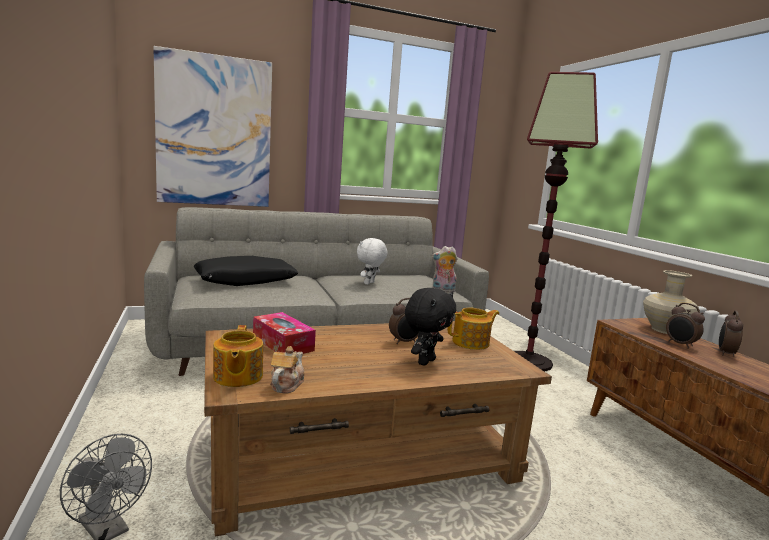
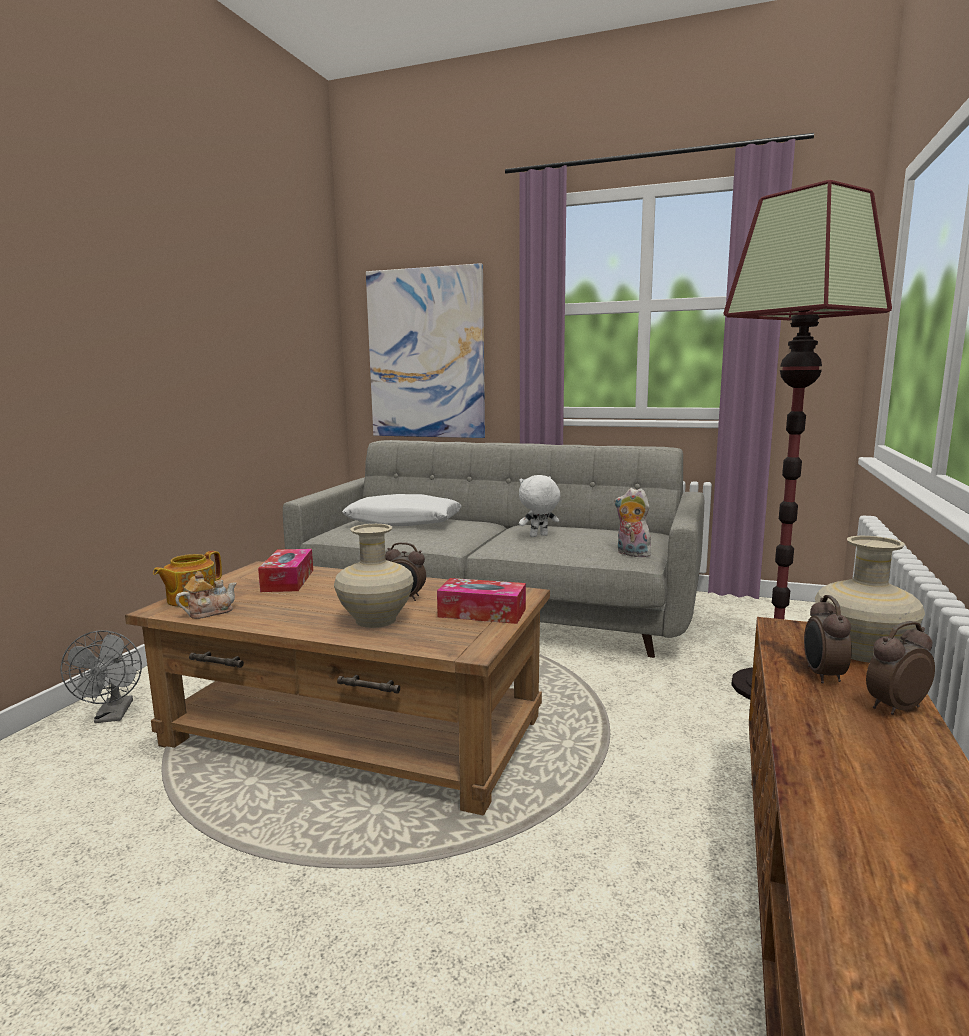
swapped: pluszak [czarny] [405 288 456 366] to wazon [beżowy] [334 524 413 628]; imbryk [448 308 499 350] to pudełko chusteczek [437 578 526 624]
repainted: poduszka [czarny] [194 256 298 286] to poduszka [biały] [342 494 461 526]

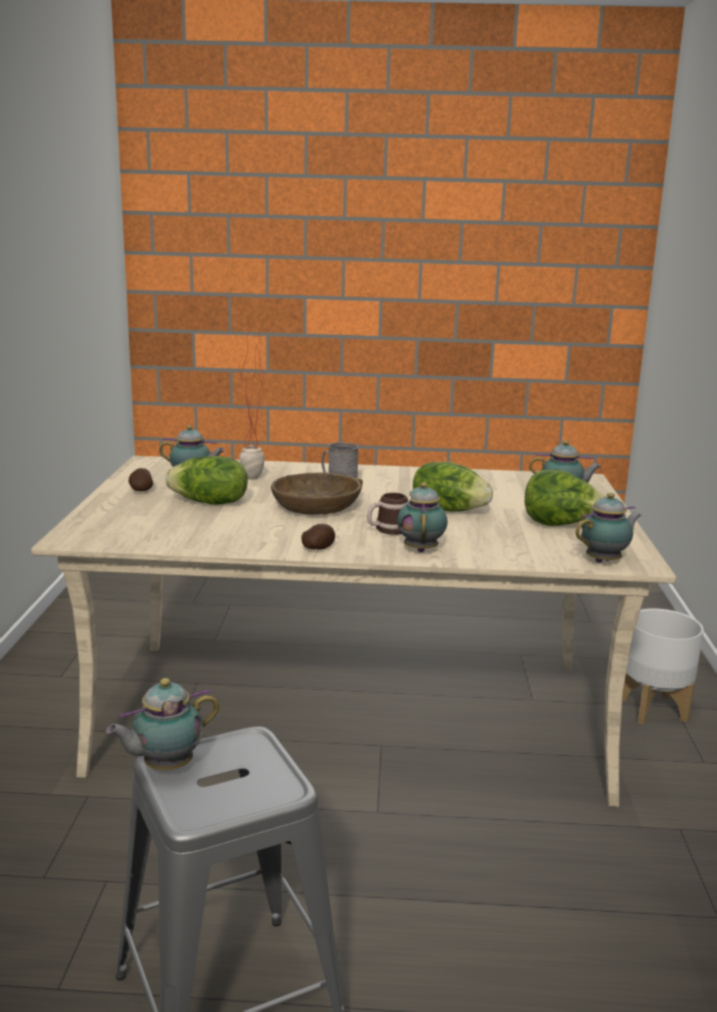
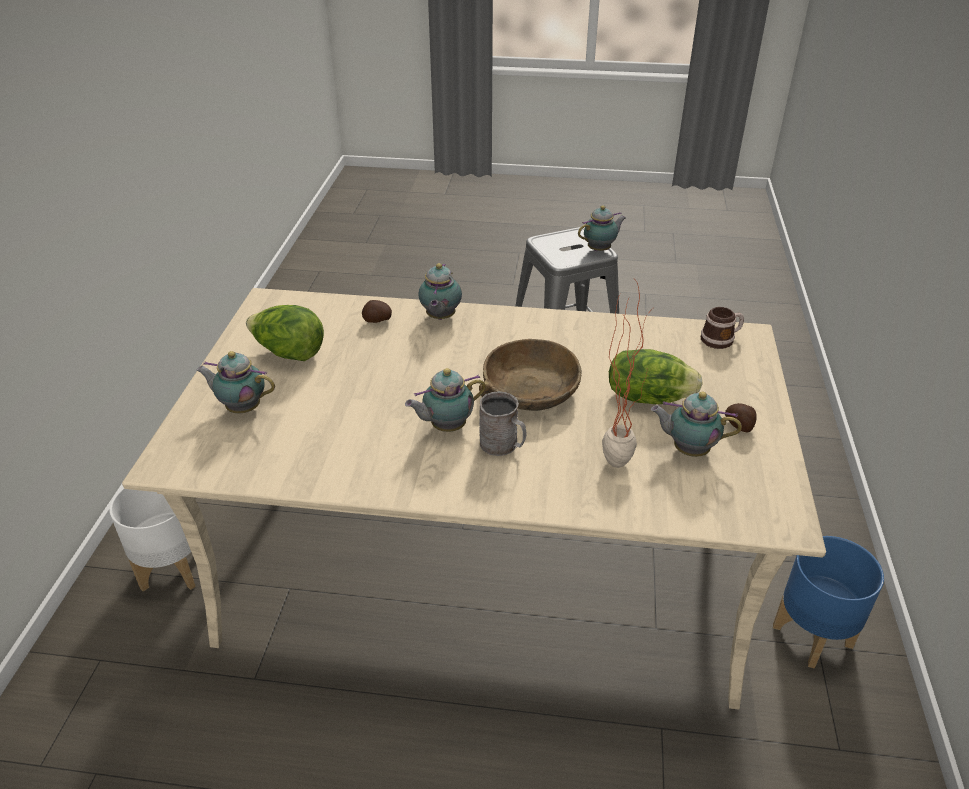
gone: sałata [413 462 493 512]
new: donica [niebieski] [773 536 884 669]
shifted: ziemniak [301 524 335 550] to [362 300 392 323]; kubek [367 493 408 535] to [701 307 744 349]; imbryk [575 493 641 563] to [405 368 486 432]

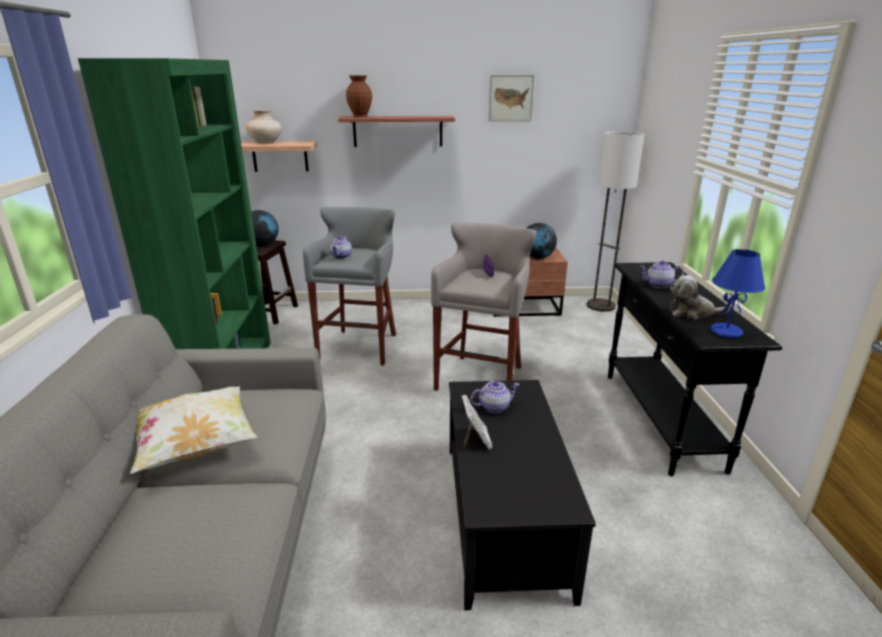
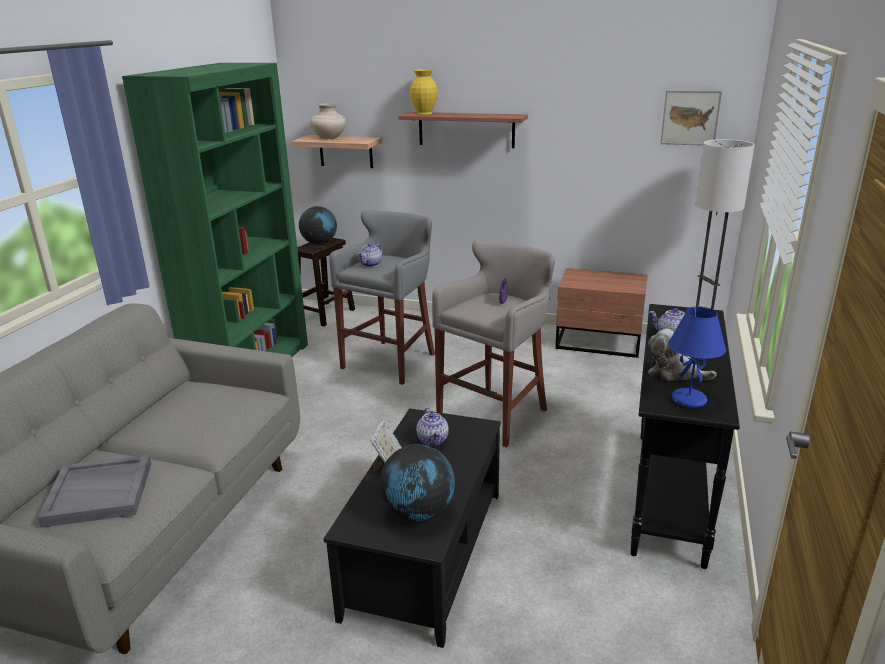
gone: poduszka [130 386 258 474]
new: taca [szary] [37 455 151 528]
shifted: obraz [489 75 534 122] to [660 90 722 146]; globus [527 223 557 259] to [380 444 455 521]
repainted: wazon [brązowy] [346 75 372 117] to wazon [żółty] [410 69 438 115]
rotated: imbryk [471 381 519 413] = [416 408 449 446] 75 degrees clockwise

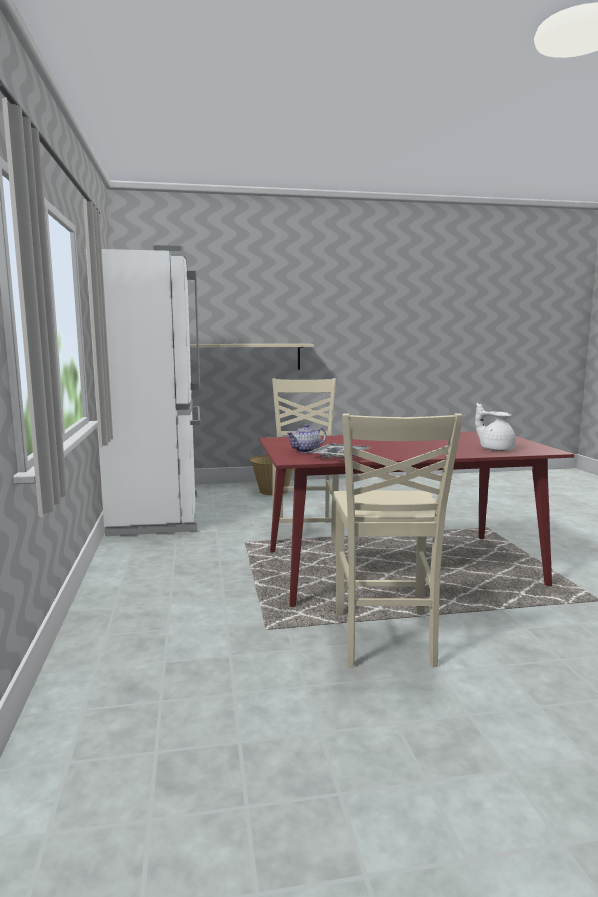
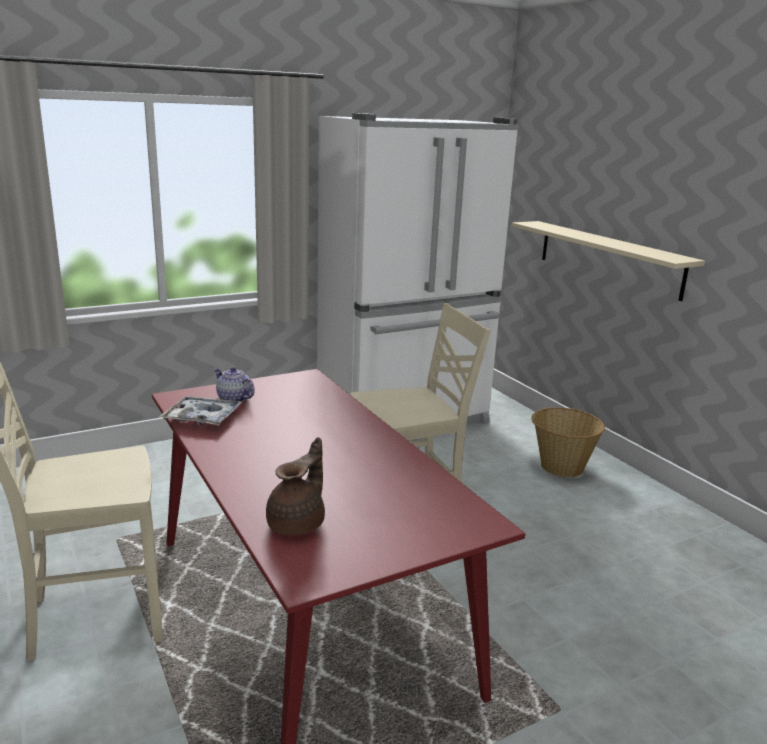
repainted: imbryk [biały] [475 403 516 451] to imbryk [brązowy] [266 437 325 535]

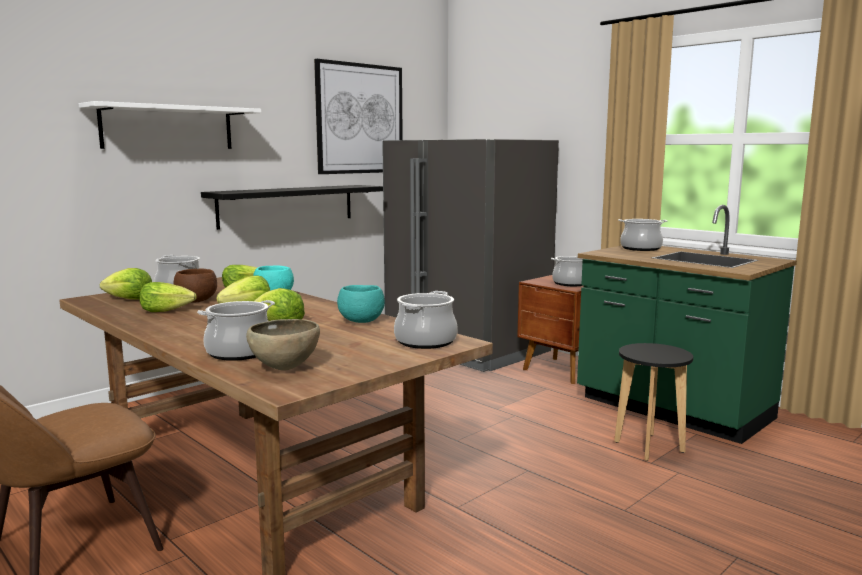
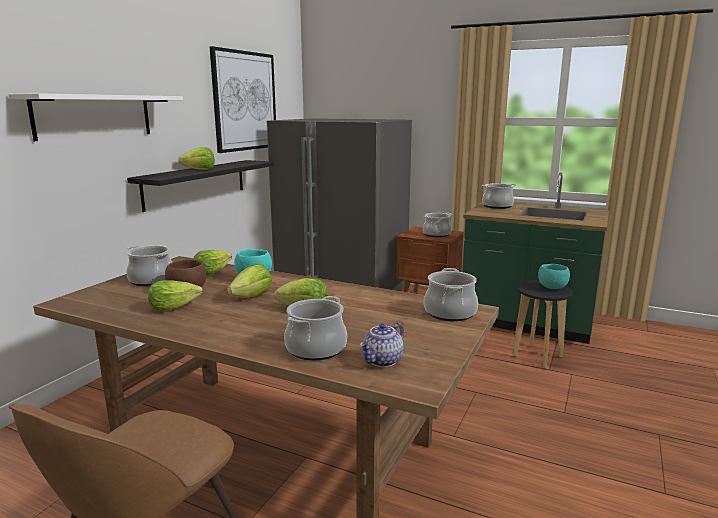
shifted: sałata [100 268 152 300] to [178 147 215 170]; miska [turkusowy] [337 285 385 323] to [538 264 570 289]
swapped: miska [brązowy] [246 319 320 371] to imbryk [360 323 404 367]

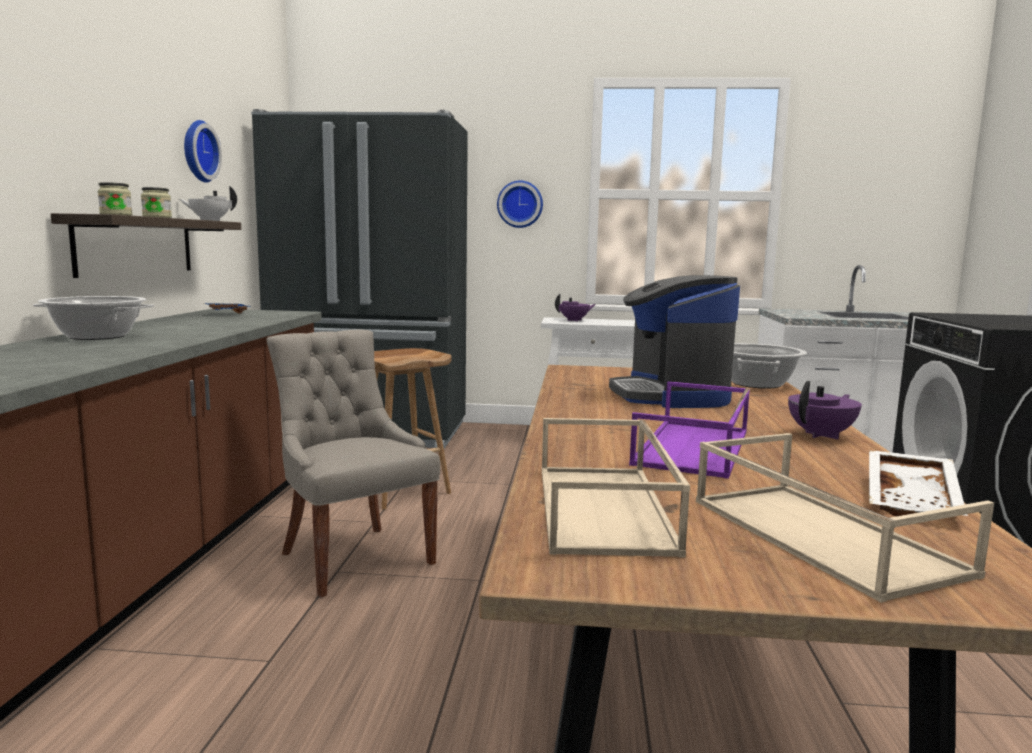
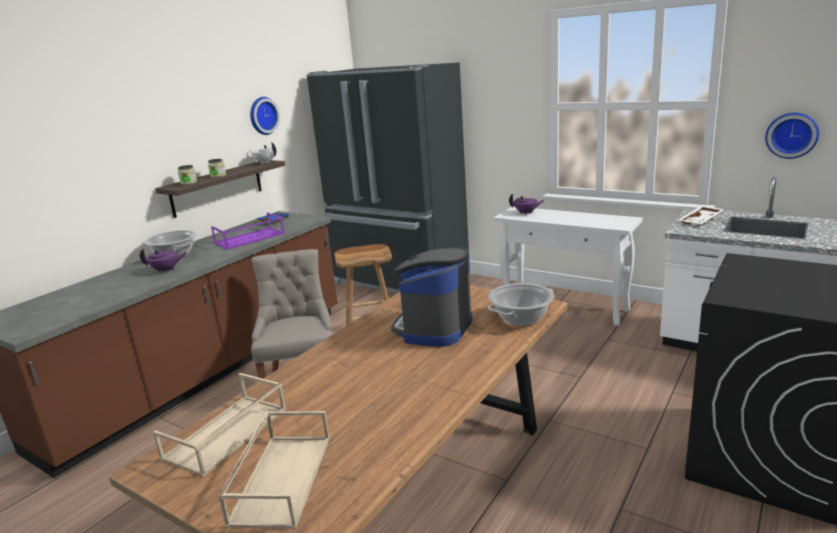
shifted: zegar ścienny [497 181 543 228] to [765 112 819 159]; taca [fioletowy] [629 381 750 479] to [211 213 285 250]; imbryk [fioletowy] [788 381 862 440] to [140 248 187 273]; taca [biały] [869 450 968 516] to [678 206 725 225]

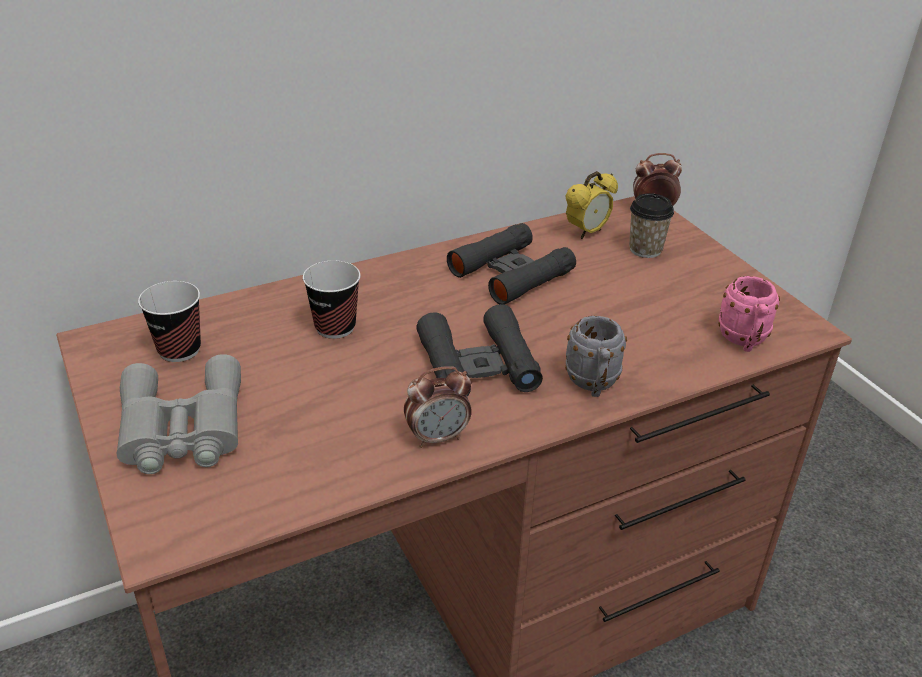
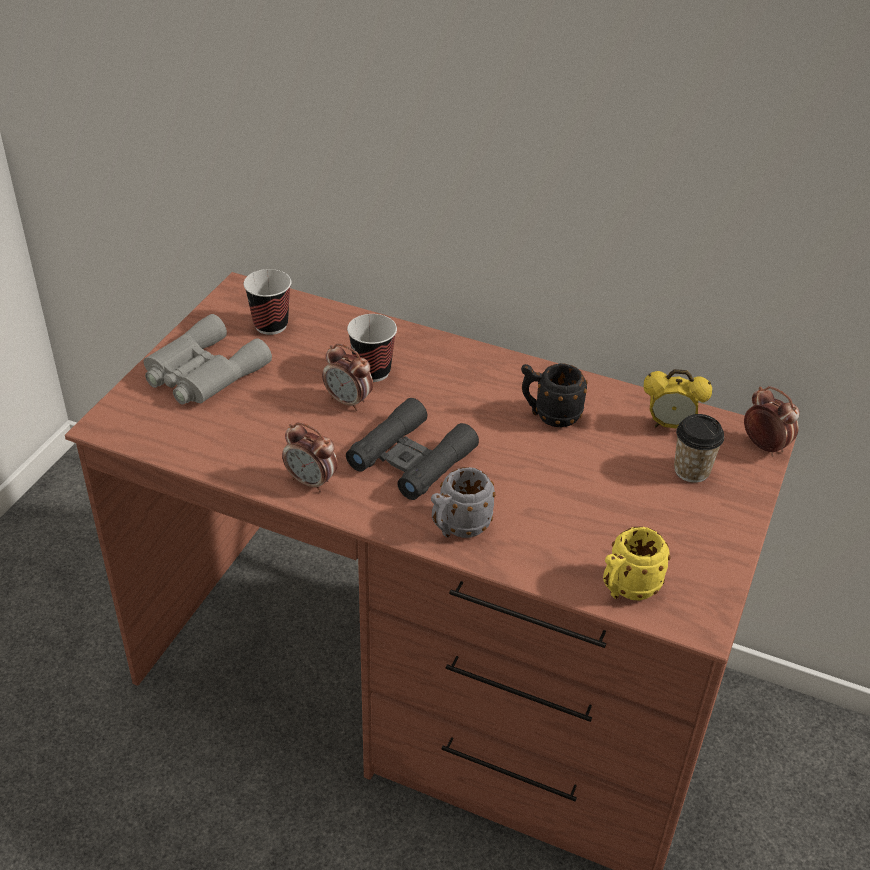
new: budzik [322 343 373 411]
swapped: lornetka [czarny] [447 223 576 305] to kubek [czarny] [521 363 588 427]
repainted: kubek [różowy] [719 276 780 352] to kubek [żółty] [603 527 671 600]

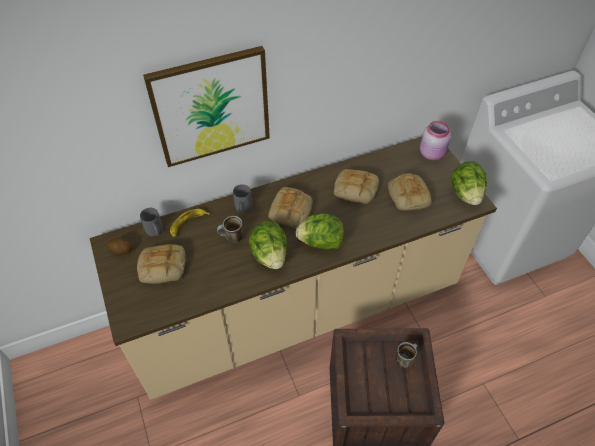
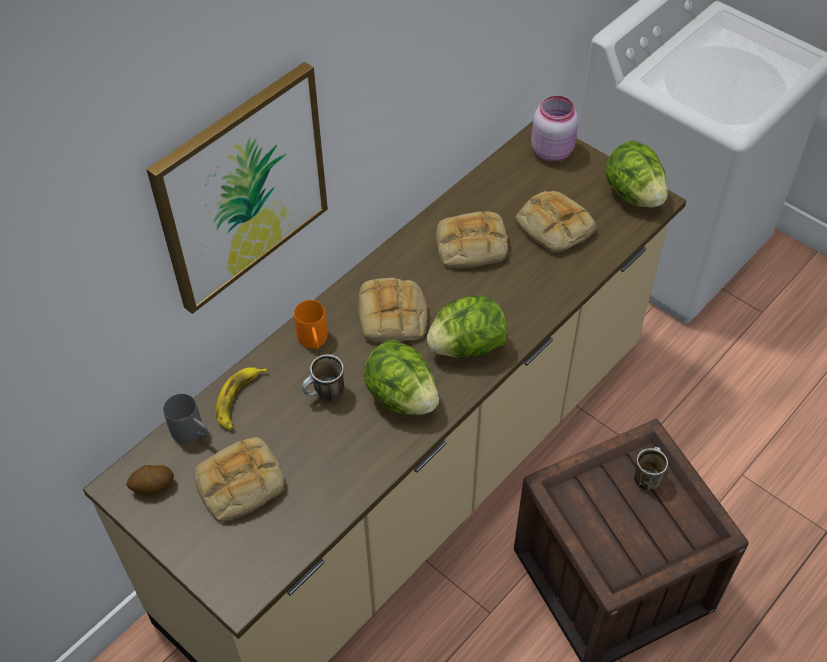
repainted: kubek [szary] [233 184 252 213] to kubek [pomarańczowy] [294 300 328 349]

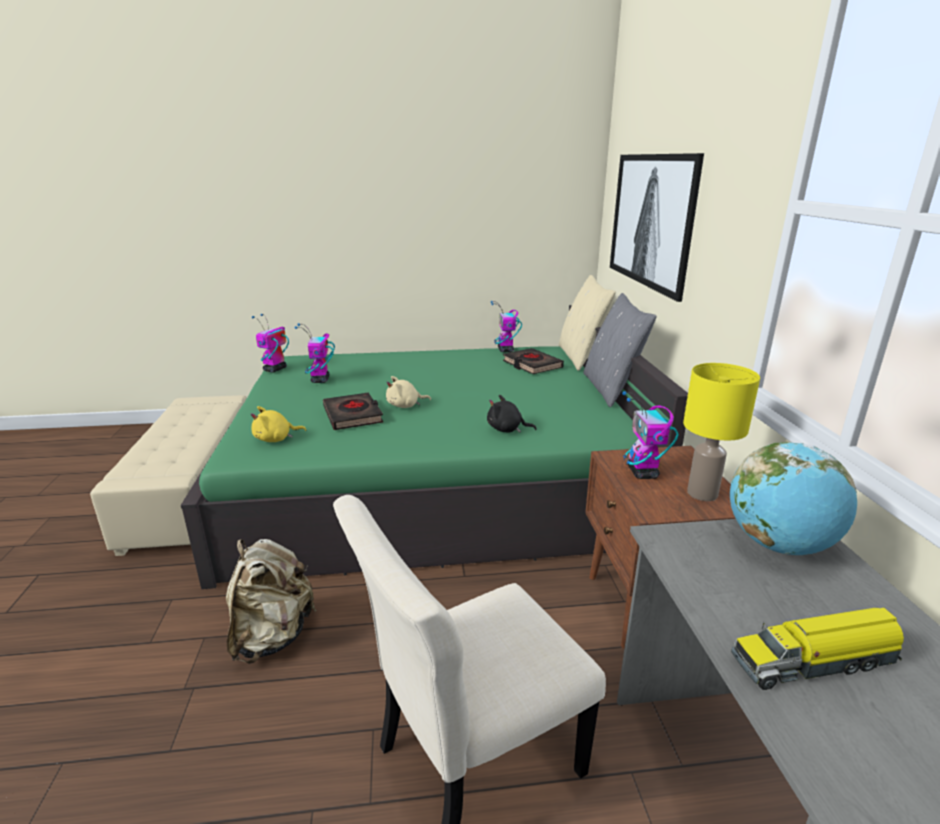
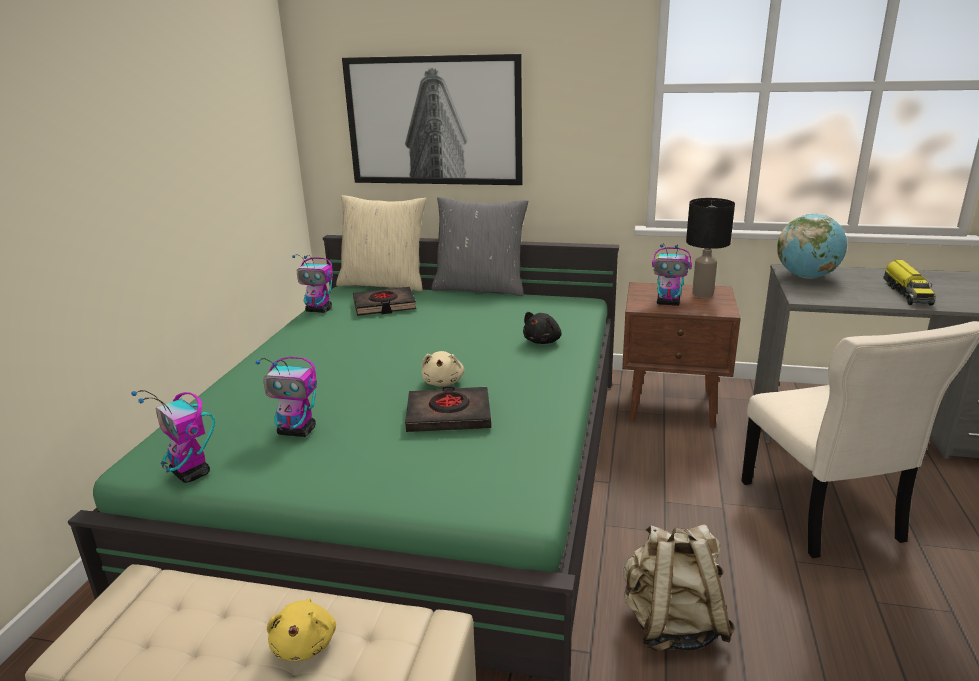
shifted: pluszak [żółty] [250 406 306 442] to [267 598 336 661]
repainted: lampa stołowa [żółty] [683 363 760 501] to lampa stołowa [czarny] [686 198 735 297]

